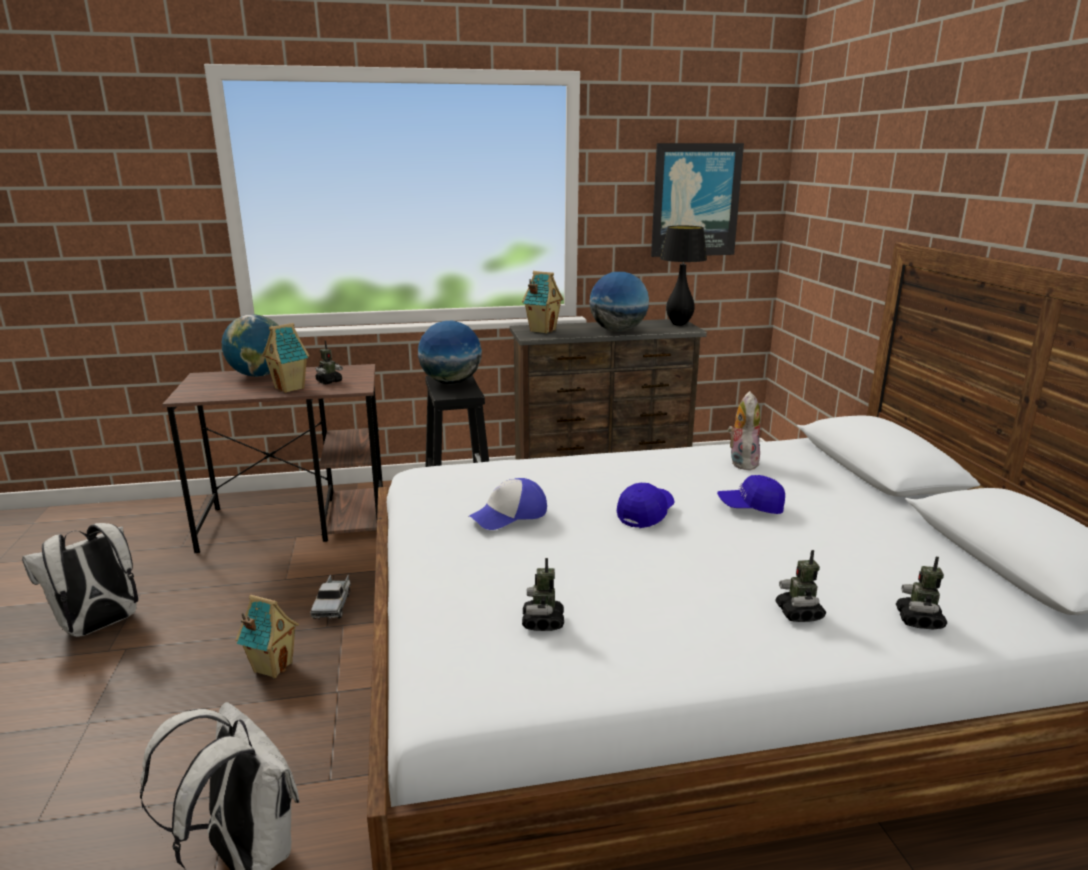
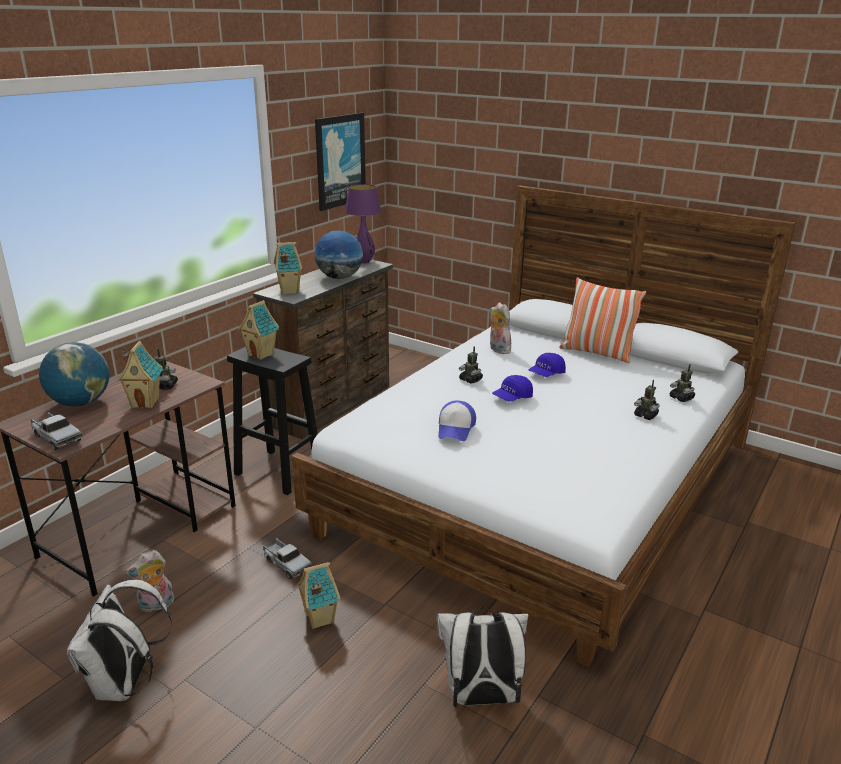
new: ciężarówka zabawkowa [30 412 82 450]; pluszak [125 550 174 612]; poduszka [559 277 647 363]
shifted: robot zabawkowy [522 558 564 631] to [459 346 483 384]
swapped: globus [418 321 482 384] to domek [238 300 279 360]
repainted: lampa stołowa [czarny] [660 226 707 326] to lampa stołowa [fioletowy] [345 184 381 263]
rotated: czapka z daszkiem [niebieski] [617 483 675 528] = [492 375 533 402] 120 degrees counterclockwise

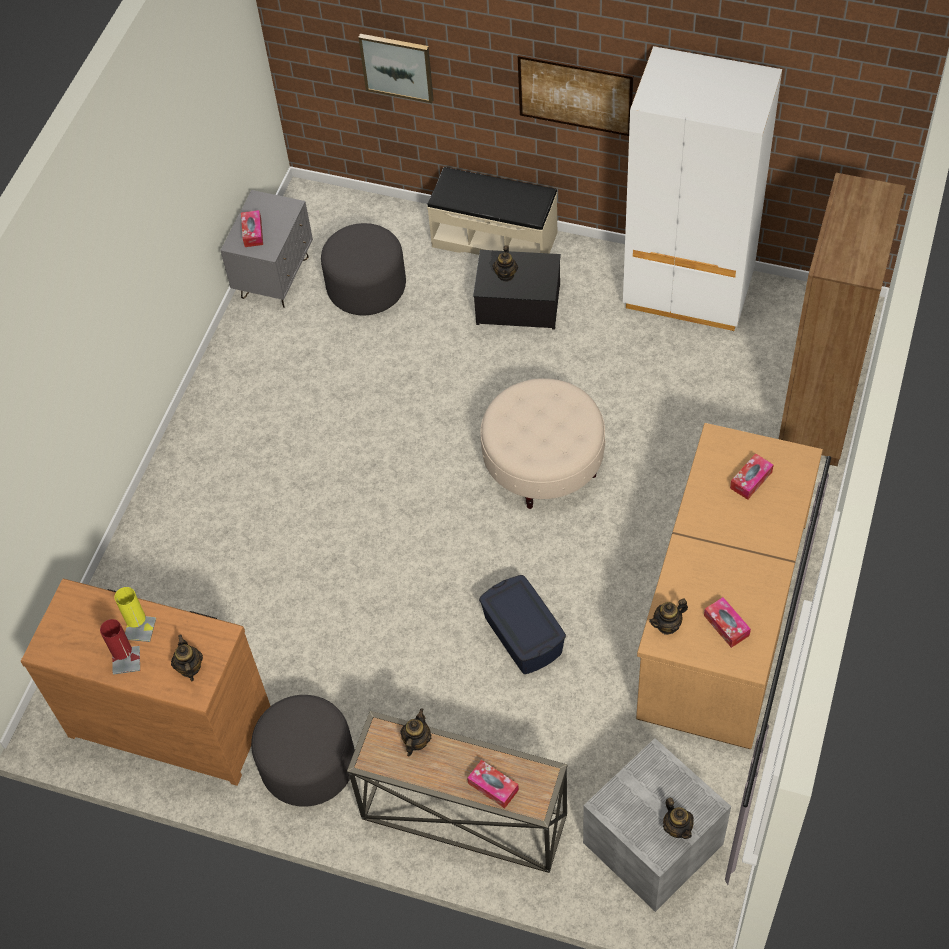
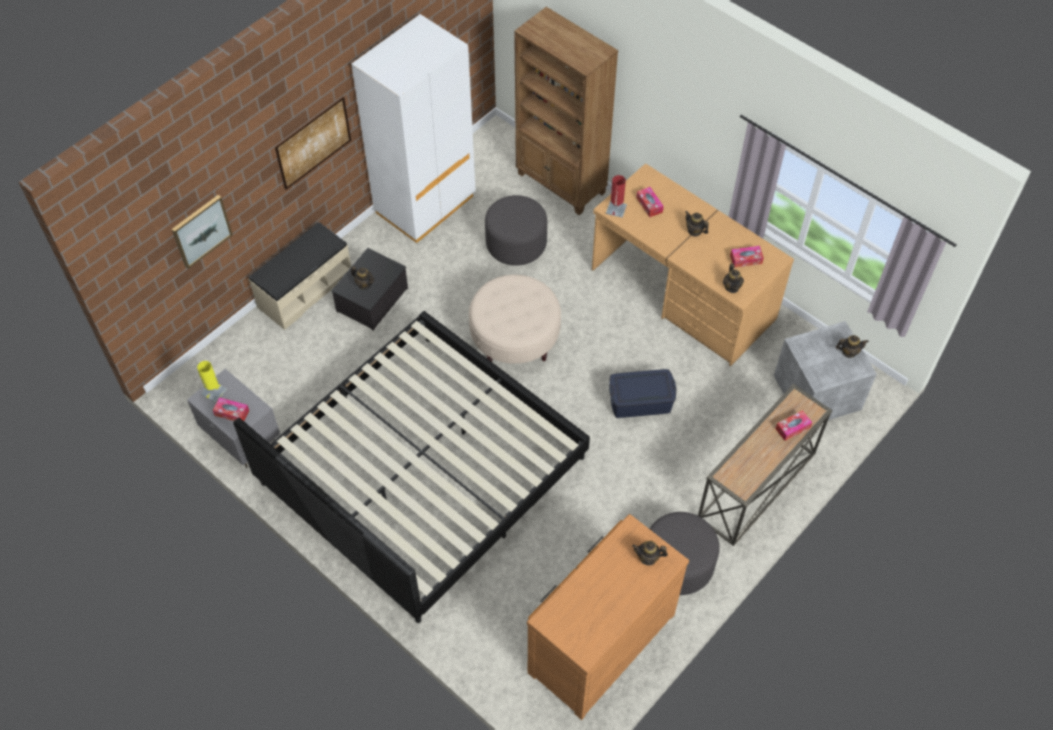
new: łóżko [233 311 590 623]
shifted: lampa stołowa [czerwony] [100 619 140 675] to [606 175 627 218]; lampa stołowa [żółty] [114 587 156 642] to [197 361 227 403]; pufa [szary] [321 223 406 315] to [485 195 547 266]; imbryk [400 708 432 756] to [685 211 709 236]

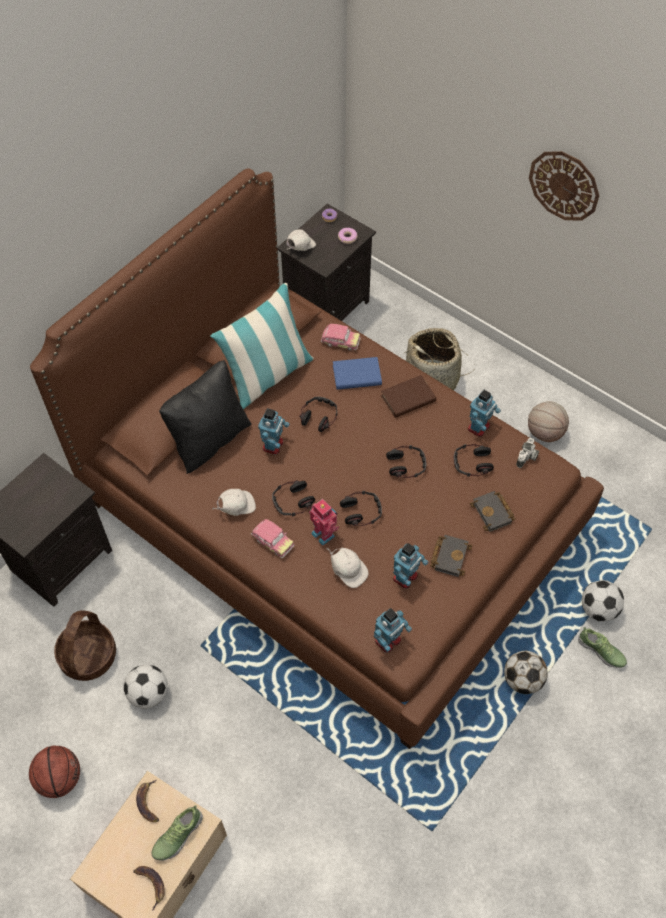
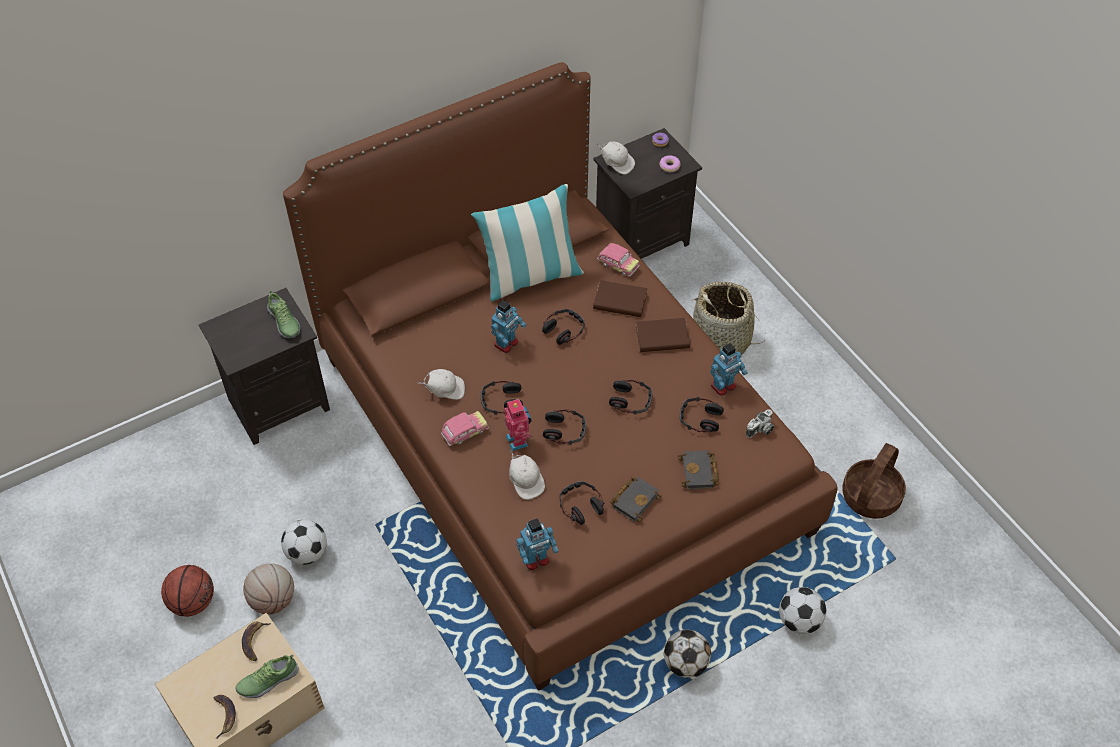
gone: poduszka [czarny] [159 360 252 474]; zegar ścienny [529 151 599 221]
shifted: koszyk [54 610 116 681] to [842 443 906 519]; piłka do koszykówki [528 401 569 442] to [243 564 294 614]; but [578 627 627 668] to [267 290 301 338]
swapped: robot zabawkowy [393 543 428 589] to słuchawki [559 481 605 525]
repainted: książka [niebieski] [333 357 382 390] to książka [brązowy] [593 280 647 317]
rotated: samochodzik [251 519 294 558] = [441 411 489 446] 90 degrees counterclockwise; czapka z daszkiem [biały] [287 229 316 251] = [596 141 635 175] 60 degrees clockwise

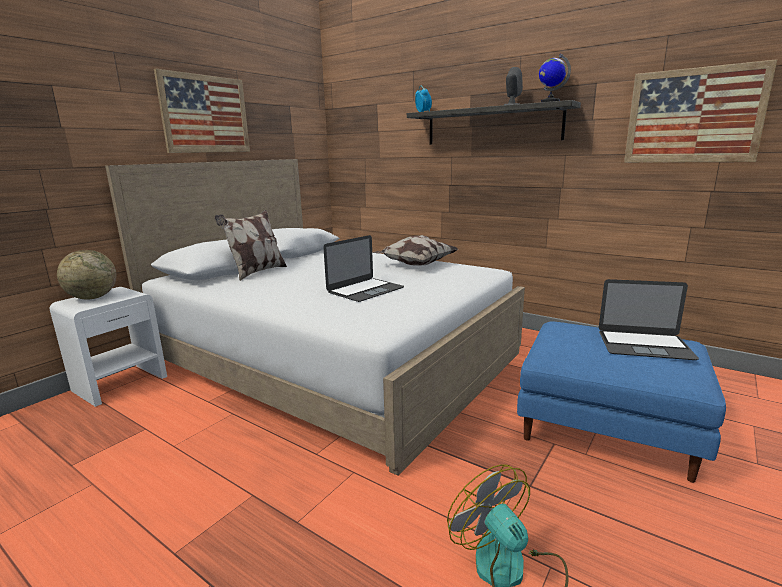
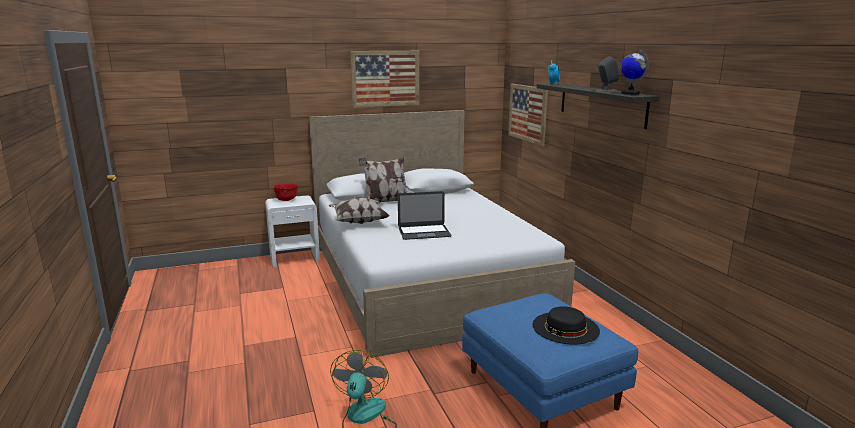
shifted: poduszka [372 235 458 266] to [329 197 390 224]; obraz [624 59 777 163] to [508 84 548 146]
swapped: globus [57 250 117 300] to miska [czerwony] [273 183 298 201]; laptop [599 279 699 360] to kapelusz [czarny] [533 306 600 345]

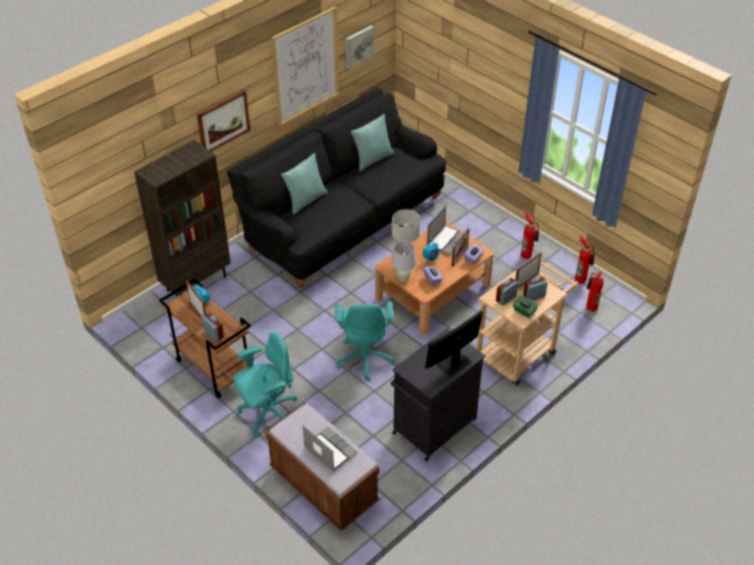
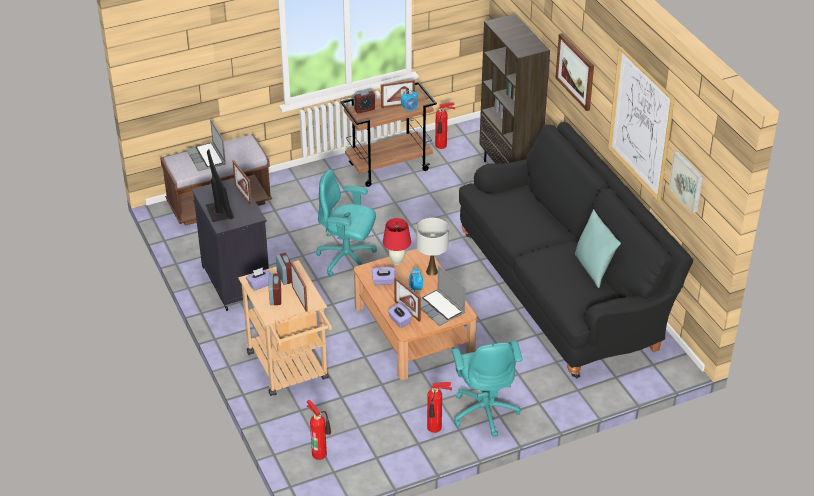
gone: poduszka [turkusowy] [281 153 328 215]
new: ramka na zdjęcie [233 160 252 205]
shifted: krzesło biurowe [turkusowy] [233 332 297 437] to [452 340 522 437]; gaśnica [575 236 594 284] to [435 103 455 149]
repainted: lampa stołowa [biały] [391 241 417 282] to lampa stołowa [czerwony] [383 218 411 265]; pudełko chusteczek [zielony] [513 295 538 318] to pudełko chusteczek [fioletowy] [246 267 272 291]
rotated: laptop [303 425 358 472] = [186 119 226 171] 90 degrees clockwise

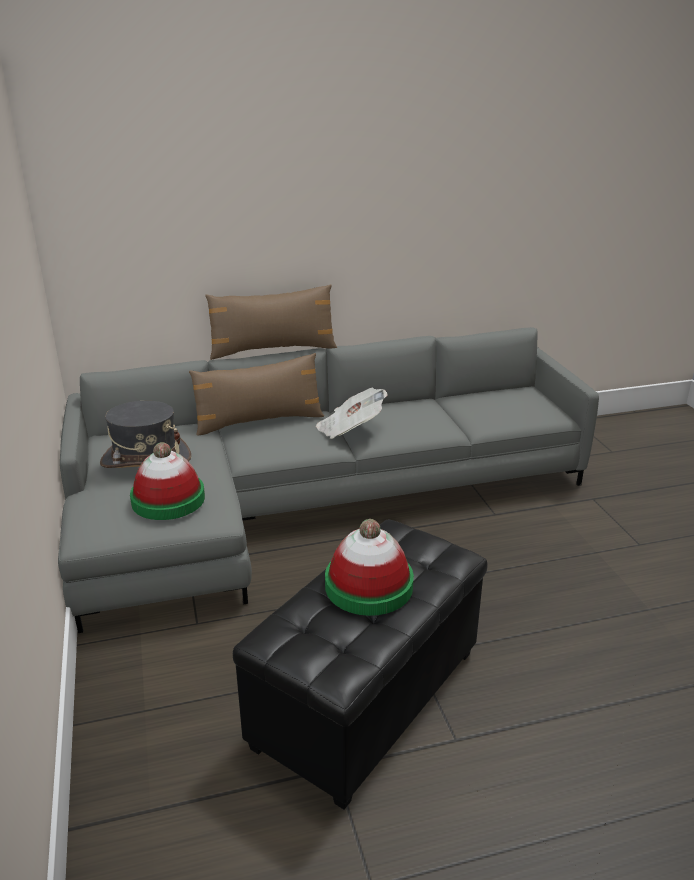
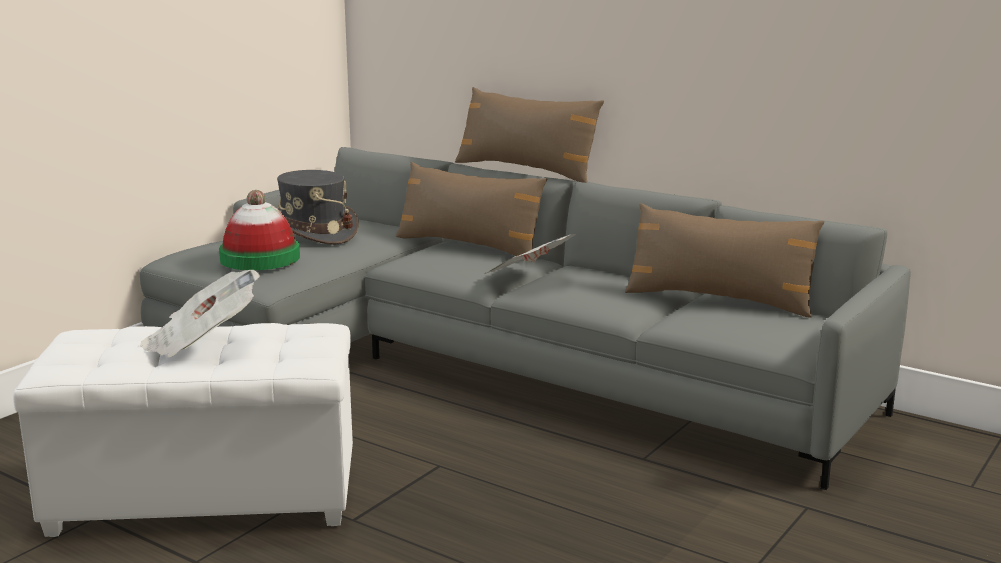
new: poduszka [brązowy] [625 203 824 318]
swapped: kapelusz [325 519 414 616] to gazeta [140 270 260 357]
repainted: pufa [czarny] [233 520 487 810] to pufa [biały] [13 323 353 537]

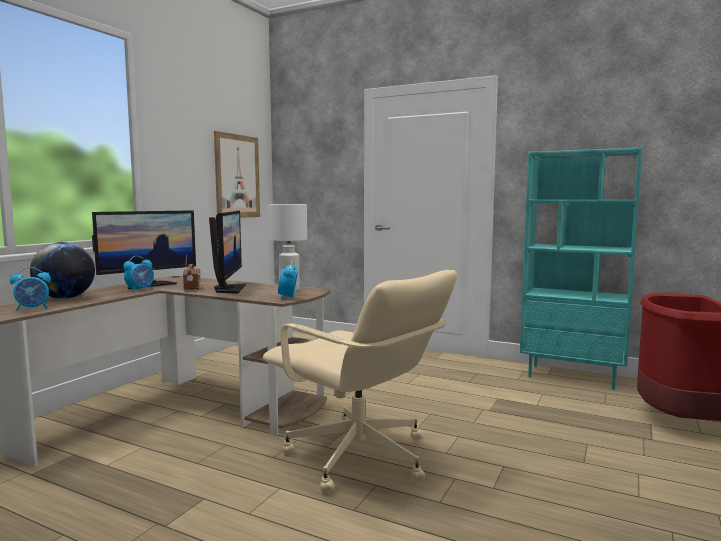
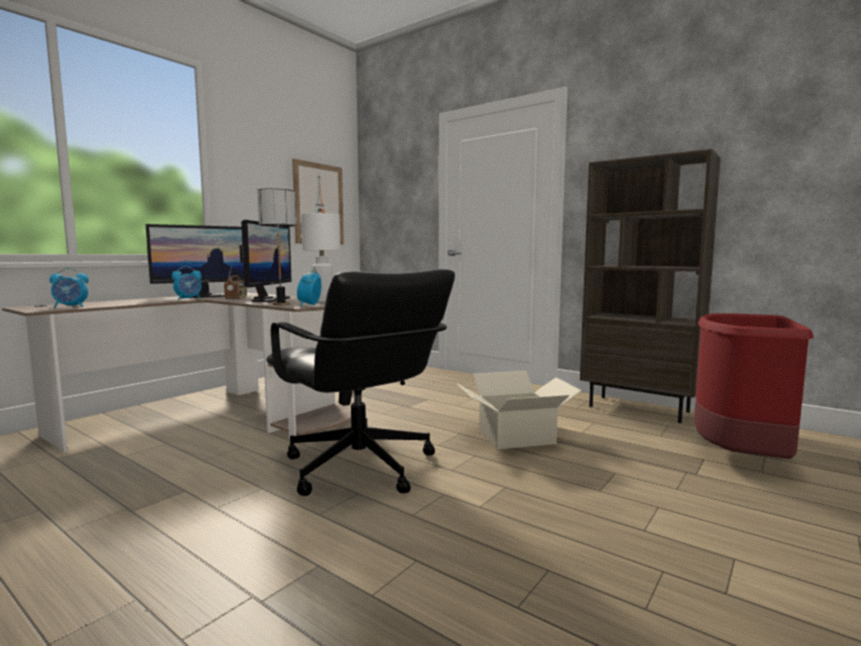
gone: globus [30 242 95 299]
new: lampa stołowa [257 188 297 305]; karton [457 371 582 449]
repainted: krzesło biurowe [beżowy] [263 270 457 493] to krzesło biurowe [czarny] [266 269 455 496]; regał [turkusowy] [520 148 642 390] to regał [brązowy] [580 149 721 423]

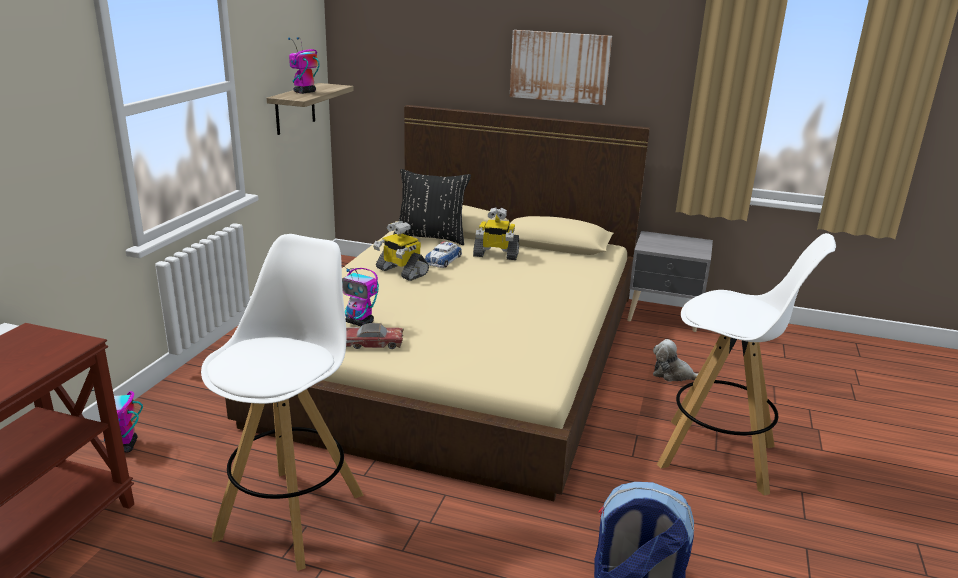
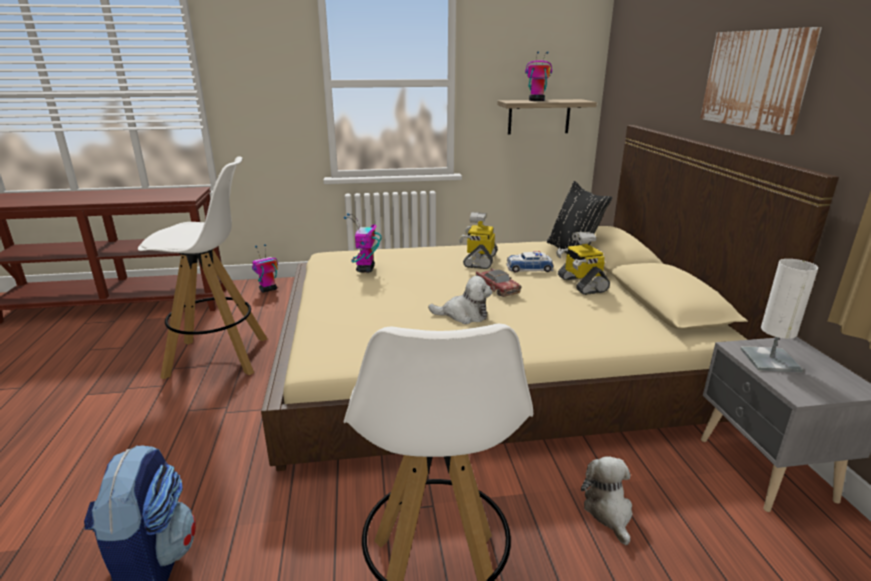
new: pluszak [428 276 492 324]; lampa stołowa [biały] [740 259 818 373]
shifted: samochodzik [346 323 404 349] to [476 268 521 297]

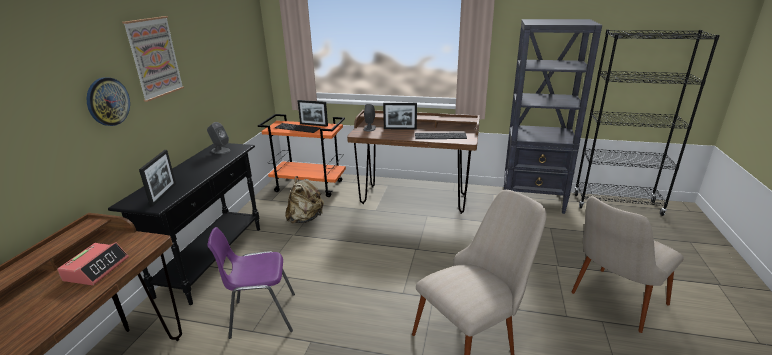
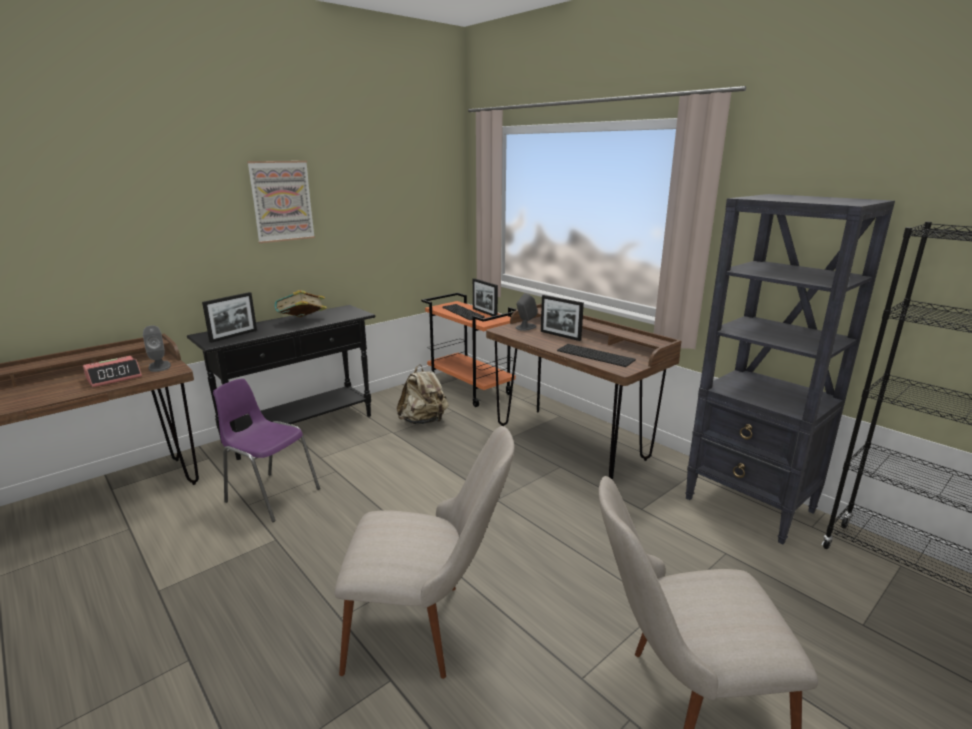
gone: zegar ścienny [87 78 130 126]
new: książka [275 290 327 317]
shifted: głośnik [szary] [207 122 230 154] to [143 325 171 372]

